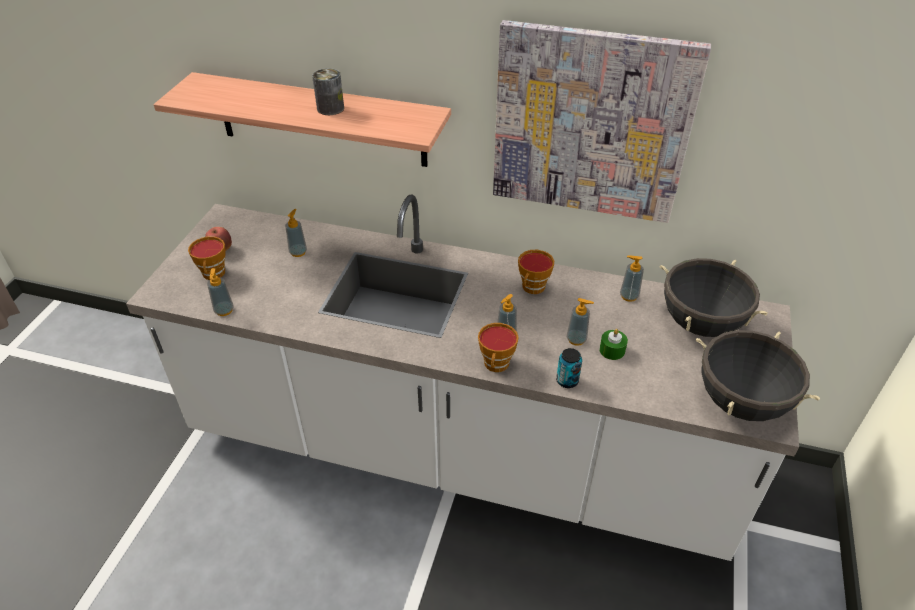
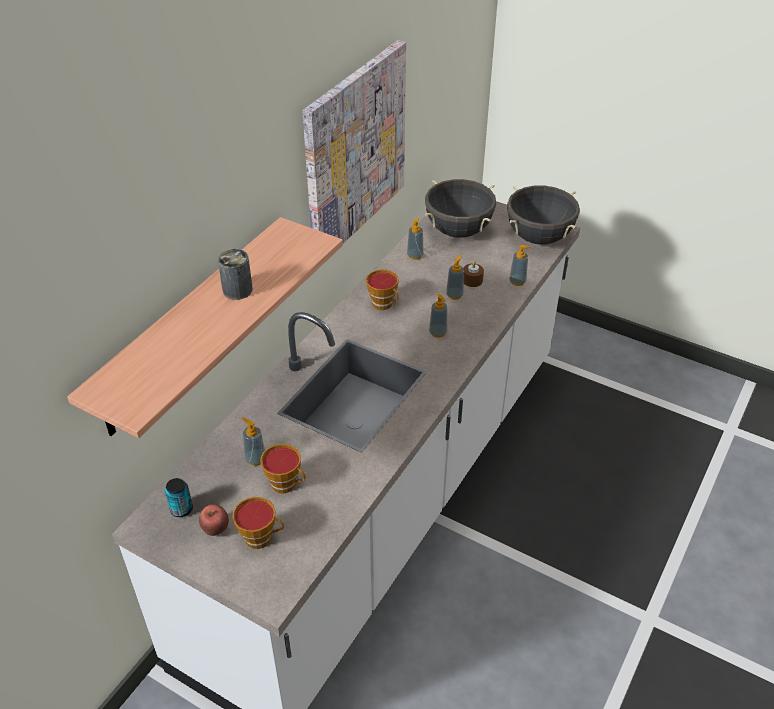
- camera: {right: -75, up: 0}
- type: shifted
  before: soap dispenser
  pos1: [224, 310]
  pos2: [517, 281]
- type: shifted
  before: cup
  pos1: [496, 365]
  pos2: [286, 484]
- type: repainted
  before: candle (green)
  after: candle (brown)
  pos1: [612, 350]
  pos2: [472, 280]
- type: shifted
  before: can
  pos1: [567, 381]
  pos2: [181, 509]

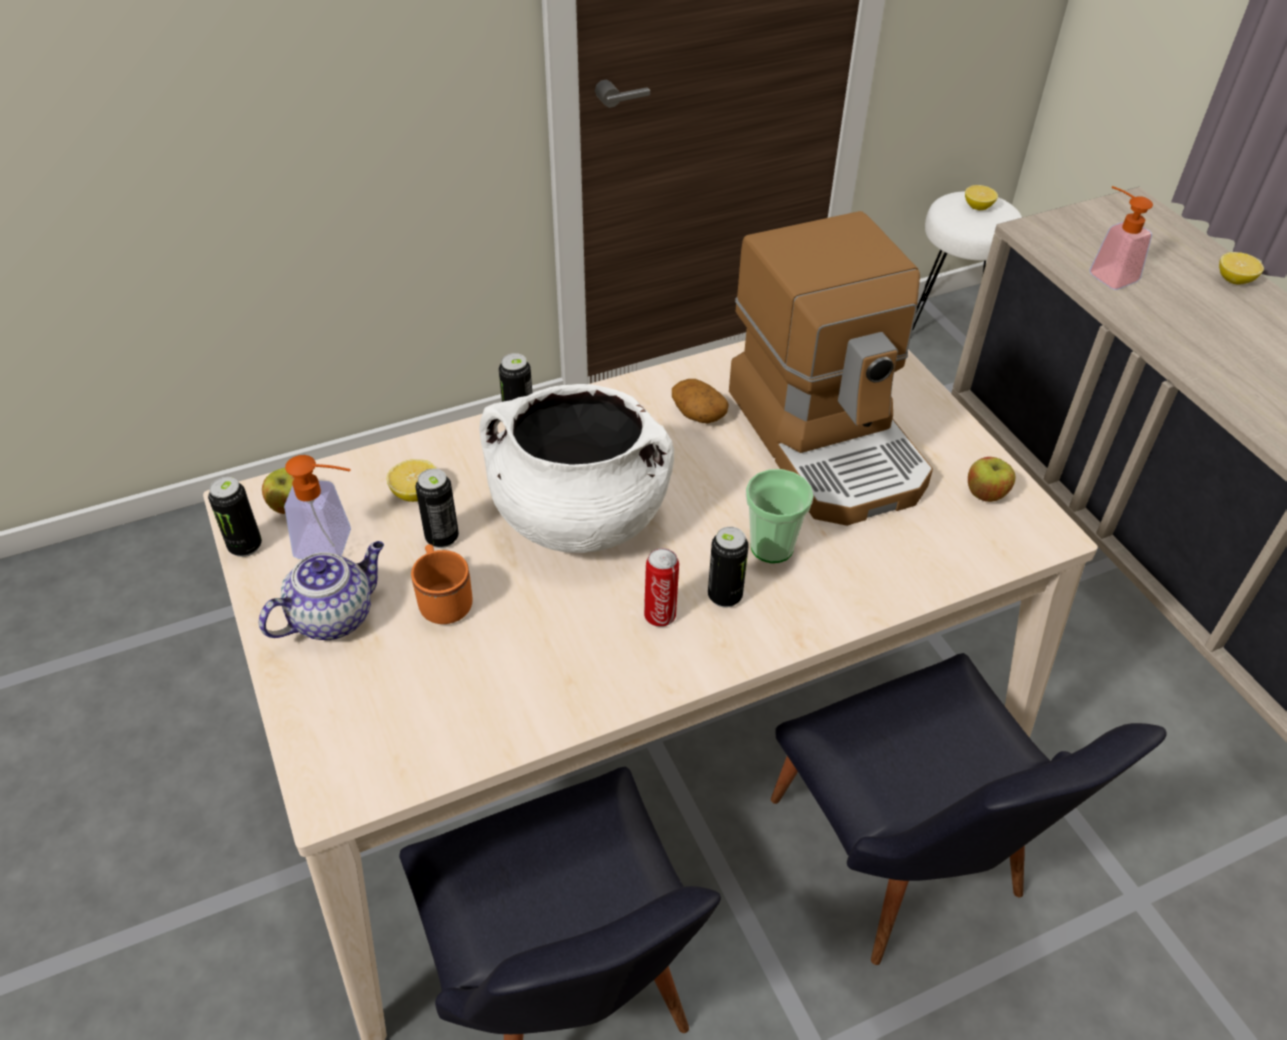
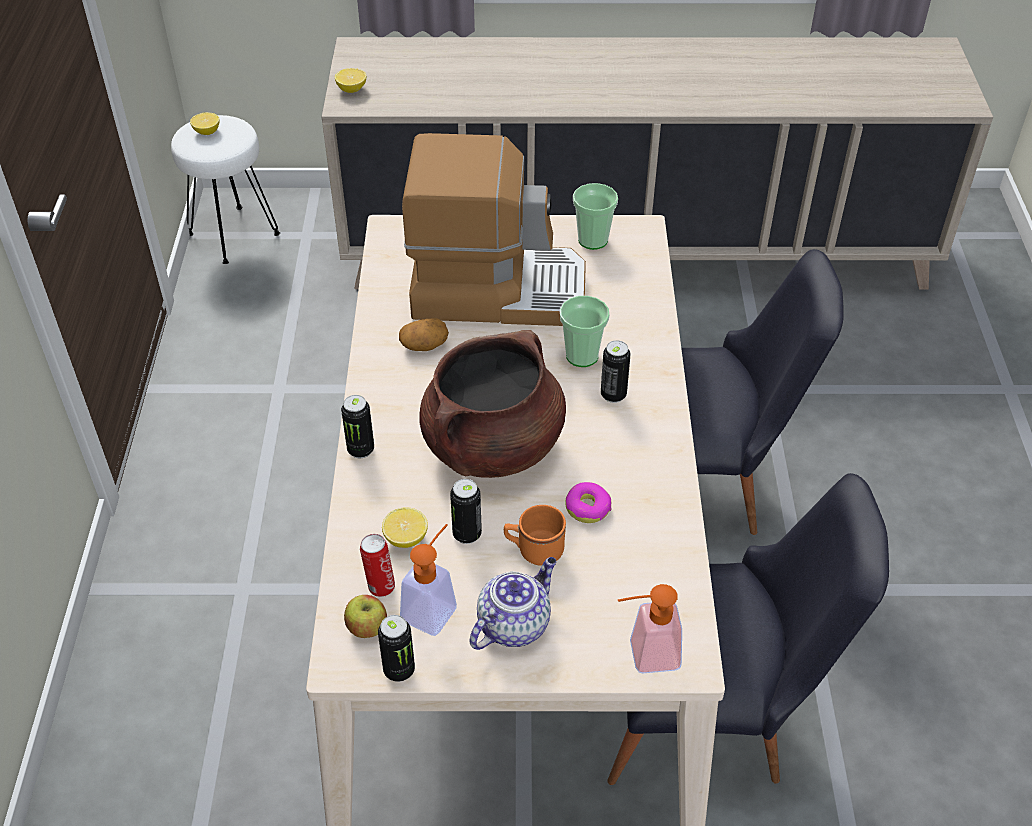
- camera: {right: -65, up: 0}
- type: shifted
  before: soap dispenser
  pos1: [1107, 273]
  pos2: [644, 655]
- type: shifted
  before: lemon
  pos1: [1234, 280]
  pos2: [351, 89]
- type: repainted
  before: cooking pot (white)
  after: cooking pot (brown)
  pos1: [579, 517]
  pos2: [492, 446]
- type: swapped
  before: apple
  after: cup
  pos1: [985, 494]
  pos2: [593, 240]
- type: rotated
  before: teapot
  pos1: [334, 616]
  pos2: [514, 623]
  turn: 60
- type: shifted
  before: can
  pos1: [660, 614]
  pos2: [380, 586]
- type: new
  after: donut
  pos2: [588, 508]

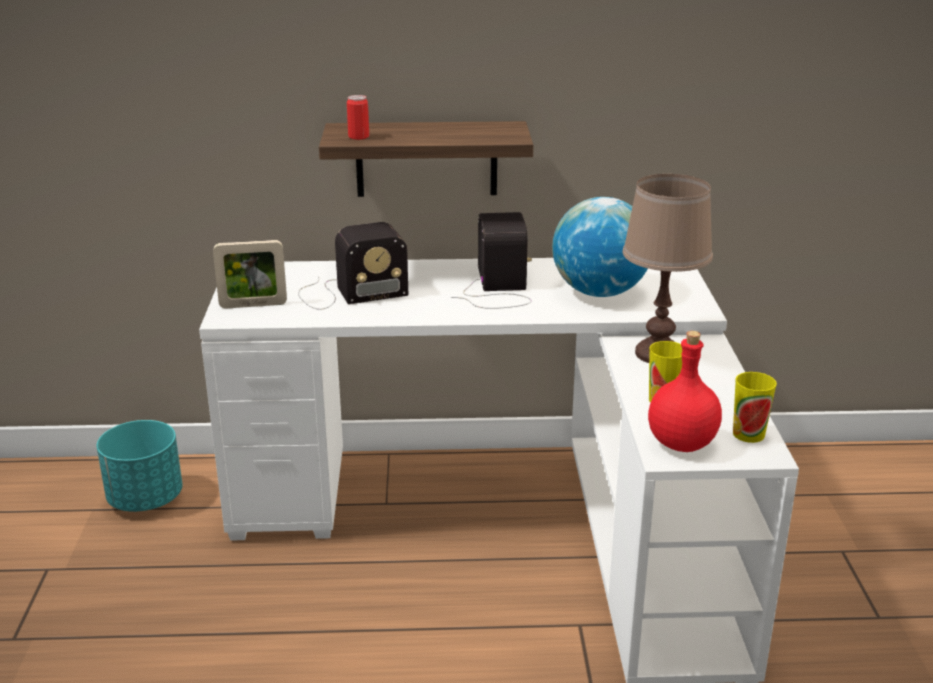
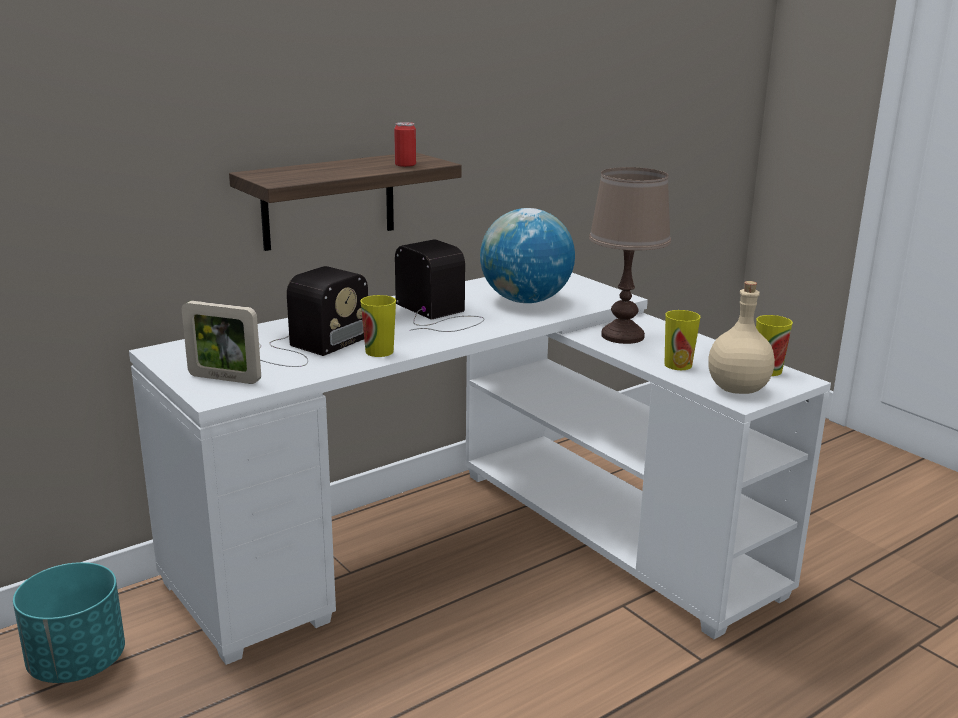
- camera: {right: -35, up: -5}
- type: shifted
  before: can
  pos1: [358, 137]
  pos2: [405, 164]
- type: rotated
  before: picture frame
  pos1: [253, 305]
  pos2: [224, 378]
  turn: 60
- type: repainted
  before: bottle (red)
  after: bottle (beige)
  pos1: [682, 443]
  pos2: [738, 389]
- type: new
  after: cup
  pos2: [379, 351]

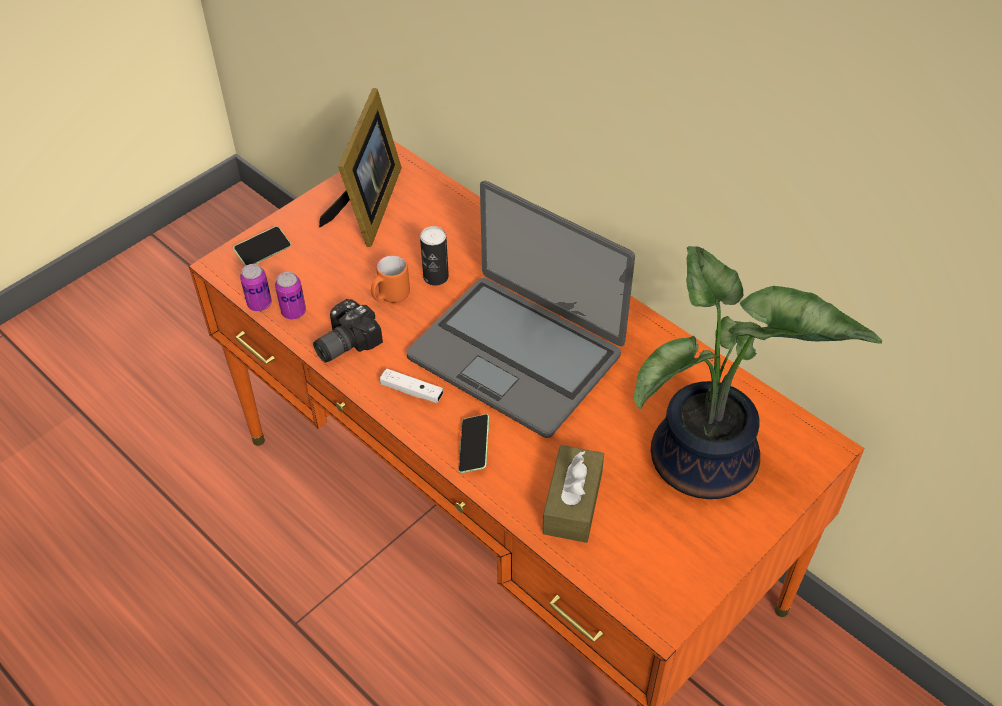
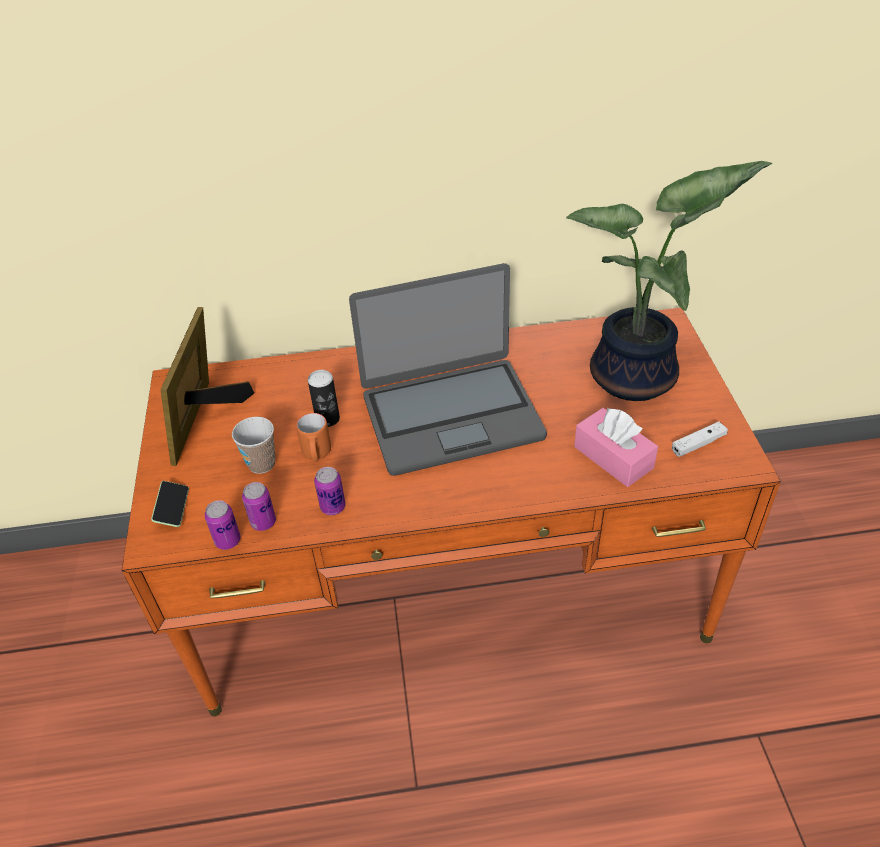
- camera: {right: -50, up: -5}
- type: rotated
  before: picture frame
  pos1: [368, 207]
  pos2: [207, 419]
  turn: -135
- type: swapped
  before: photo camera
  after: can
  pos1: [343, 343]
  pos2: [333, 507]
- type: shifted
  before: game controller (white)
  pos1: [412, 391]
  pos2: [698, 444]
- type: gone
  before: phone
  pos1: [474, 448]
- type: repainted
  before: tissue box (brown)
  after: tissue box (pink)
  pos1: [572, 503]
  pos2: [613, 457]
- type: new
  after: cup
  pos2: [261, 464]

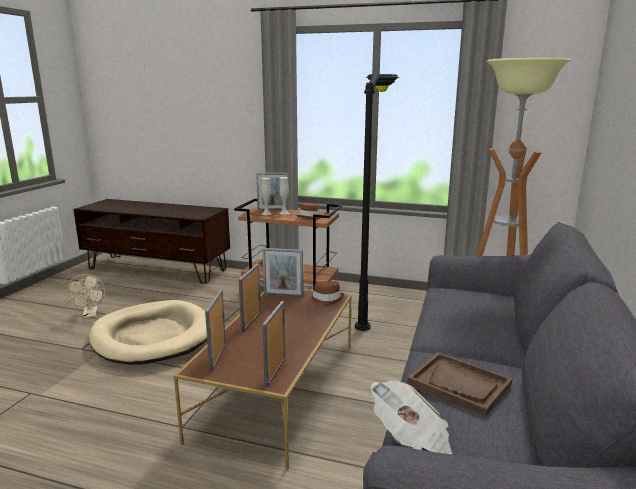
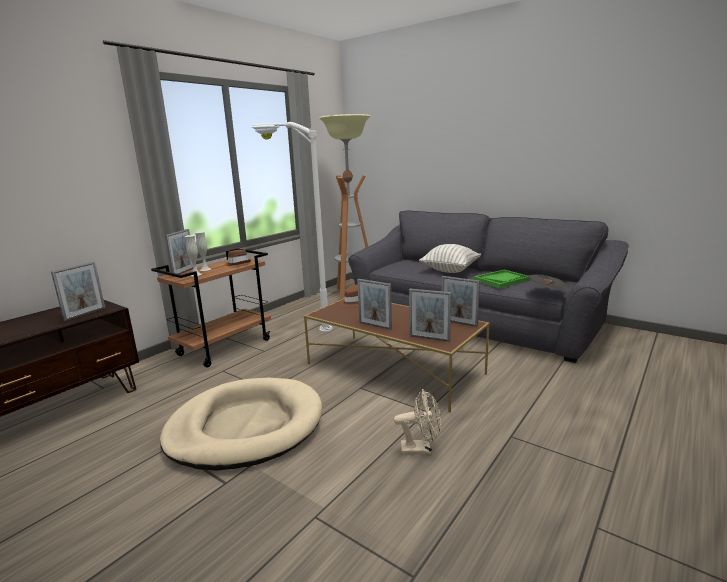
- camera: {right: -70, up: 0}
- type: repainted
  before: floor lamp (black)
  after: floor lamp (white)
  pos1: [371, 307]
  pos2: [295, 322]
- type: shifted
  before: picture frame
  pos1: [283, 295]
  pos2: [85, 314]
- type: shifted
  before: fan (beige)
  pos1: [90, 315]
  pos2: [421, 449]
- type: repainted
  before: tray (brown)
  after: tray (green)
  pos1: [459, 385]
  pos2: [502, 280]
- type: new
  after: pillow
  pos2: [450, 270]

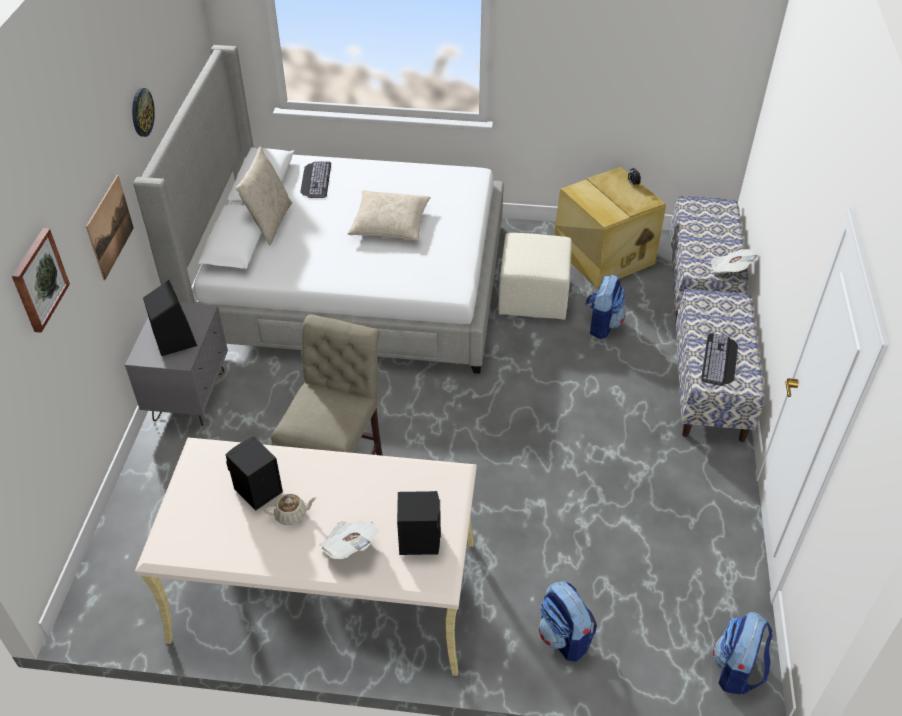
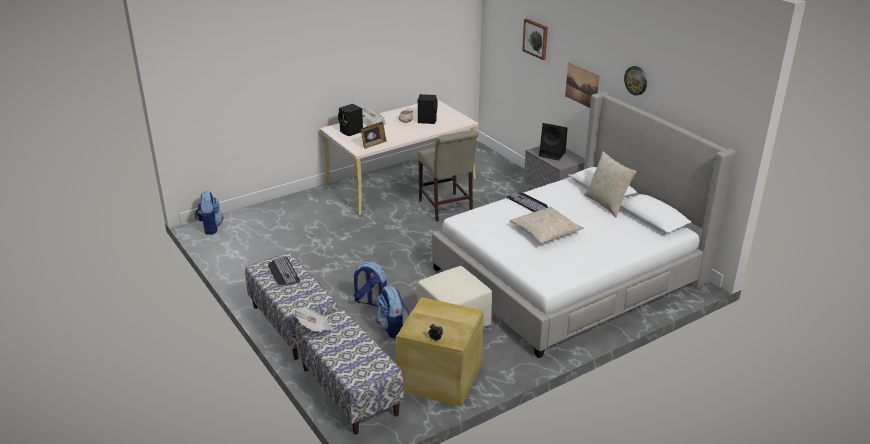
- camera: {right: 140, up: -15}
- type: shifted
  before: keyboard
  pos1: [315, 179]
  pos2: [529, 202]
- type: shifted
  before: backpack
  pos1: [564, 637]
  pos2: [370, 301]
- type: new
  after: picture frame
  pos2: [373, 144]

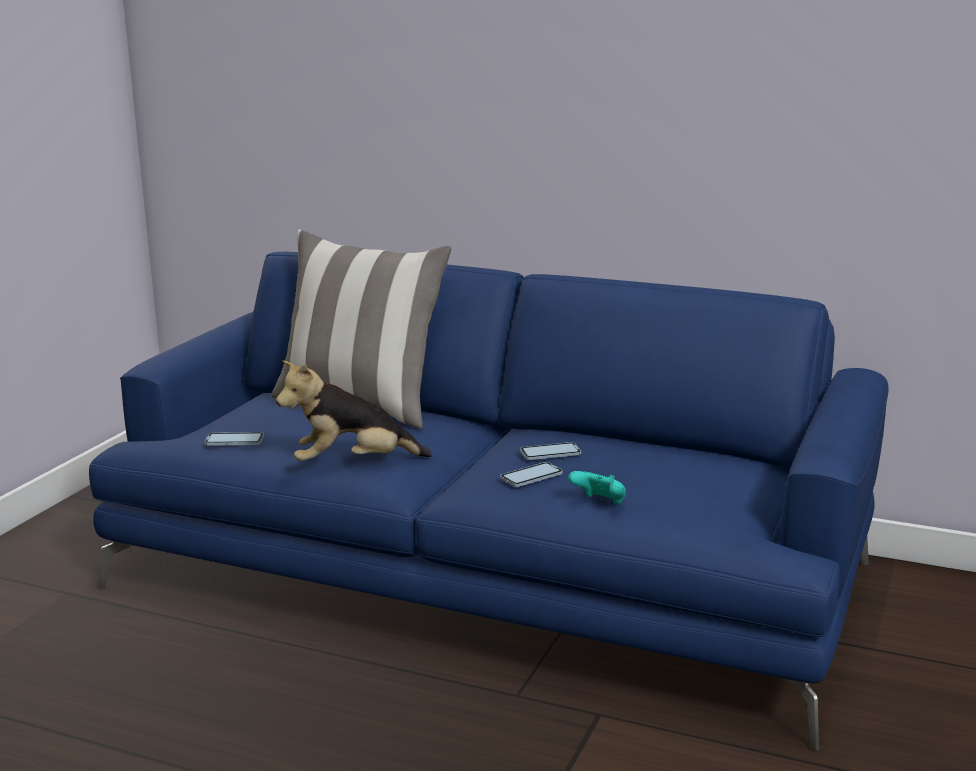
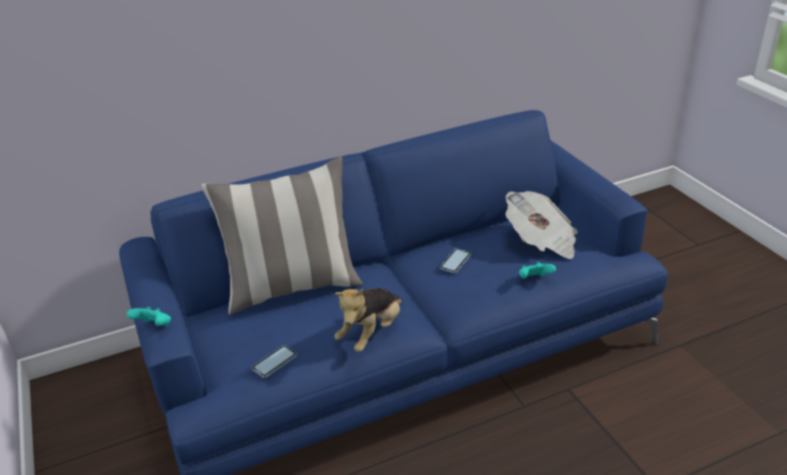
- camera: {right: -45, up: 15}
- type: gone
  before: phone
  pos1: [531, 477]
- type: new
  after: newspaper
  pos2: [541, 241]
- type: new
  after: game controller (turquoise)
  pos2: [154, 327]

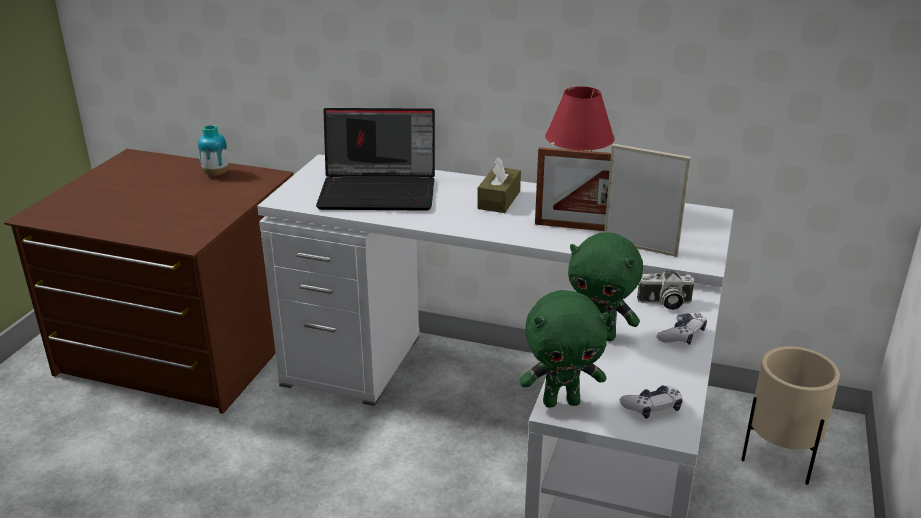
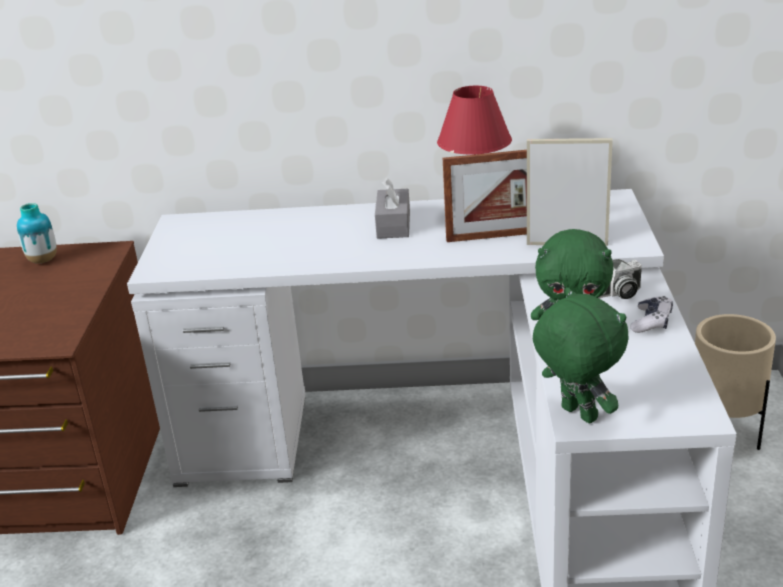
- camera: {right: -15, up: 0}
- type: gone
  before: laptop
  pos1: [380, 191]
- type: repainted
  before: tissue box (brown)
  after: tissue box (grey)
  pos1: [499, 200]
  pos2: [393, 225]
- type: rotated
  before: plush toy (green)
  pos1: [561, 401]
  pos2: [576, 415]
  turn: -105
- type: gone
  before: game controller
  pos1: [652, 408]

